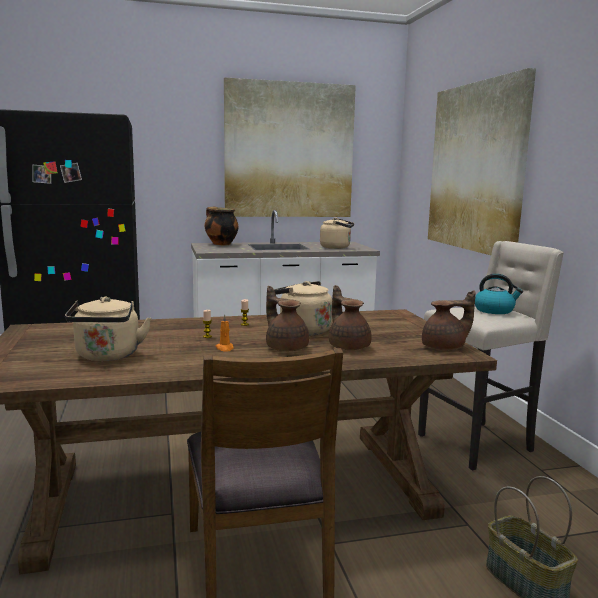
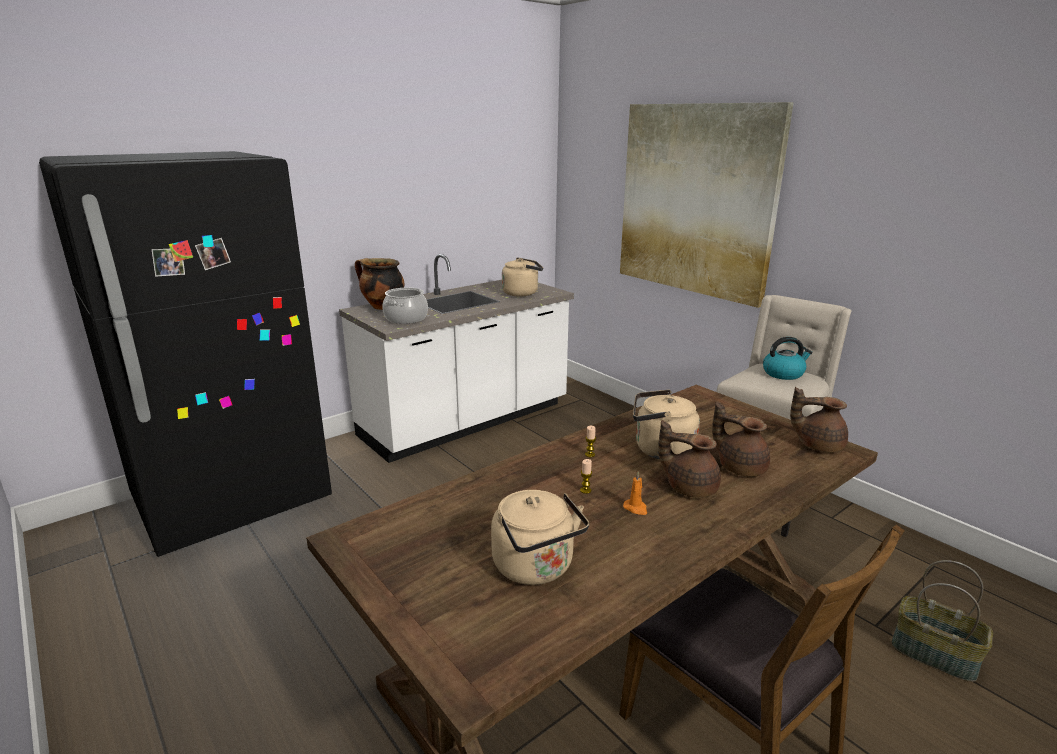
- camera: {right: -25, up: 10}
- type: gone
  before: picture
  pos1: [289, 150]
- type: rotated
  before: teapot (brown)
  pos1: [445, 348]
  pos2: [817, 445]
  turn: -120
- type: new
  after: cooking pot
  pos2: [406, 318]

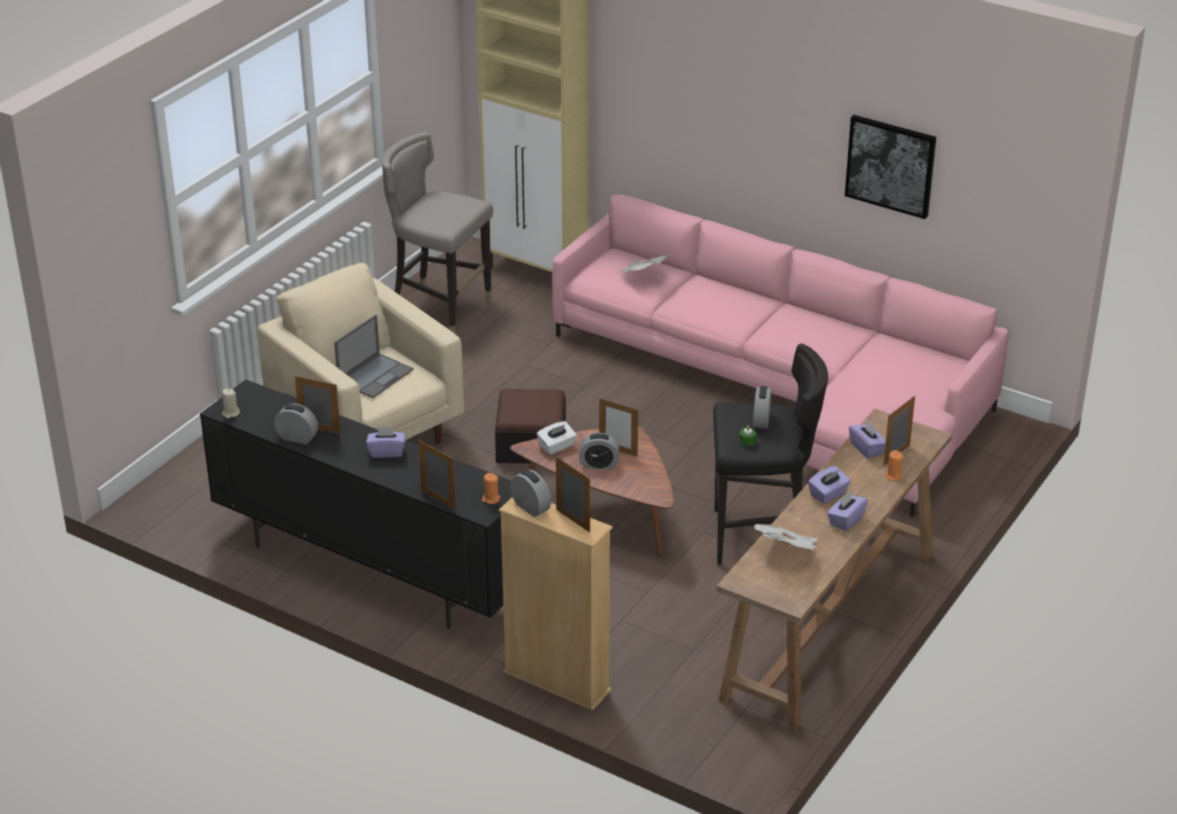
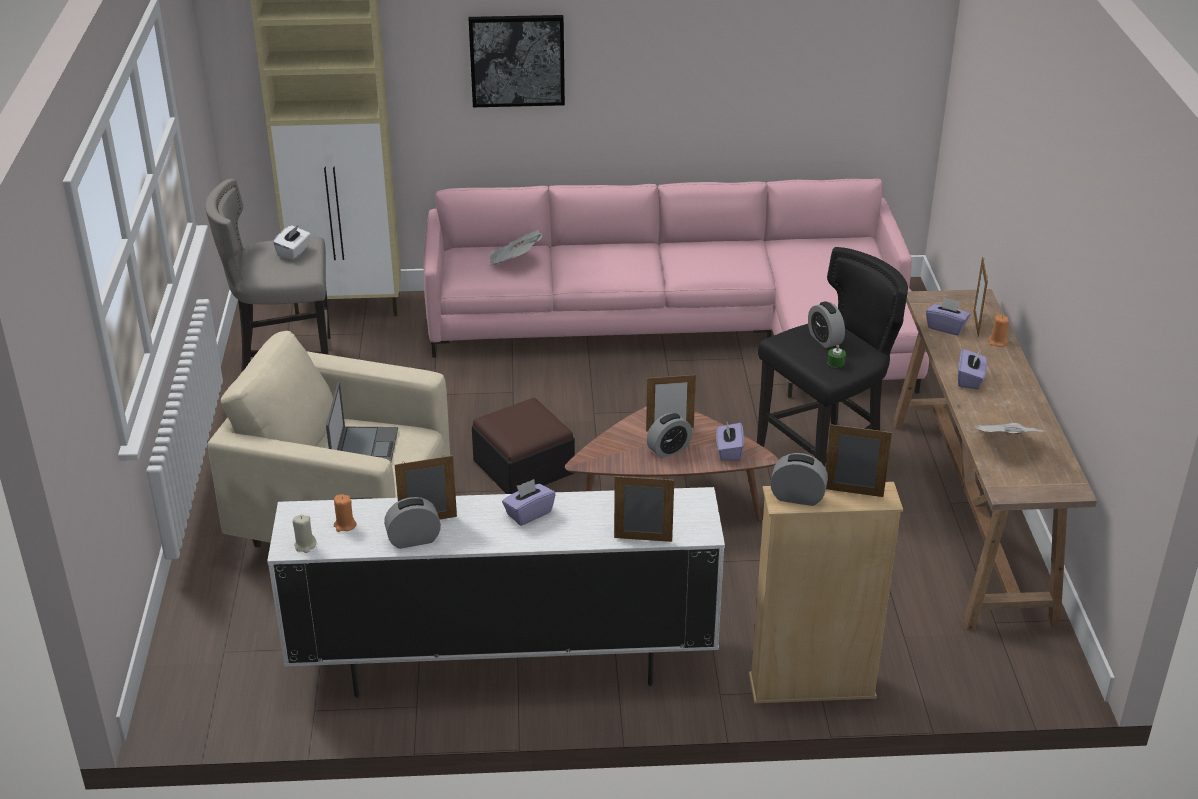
- camera: {right: -35, up: 0}
- type: shifted
  before: picture
  pos1: [890, 165]
  pos2: [517, 60]
- type: repainted
  before: tv stand (black)
  after: tv stand (white)
  pos1: [368, 569]
  pos2: [501, 663]
- type: shifted
  before: tissue box (white)
  pos1: [556, 447]
  pos2: [294, 252]
- type: shifted
  before: candle (orange)
  pos1: [491, 499]
  pos2: [345, 525]
- type: shifted
  before: tissue box (purple)
  pos1: [845, 520]
  pos2: [729, 451]

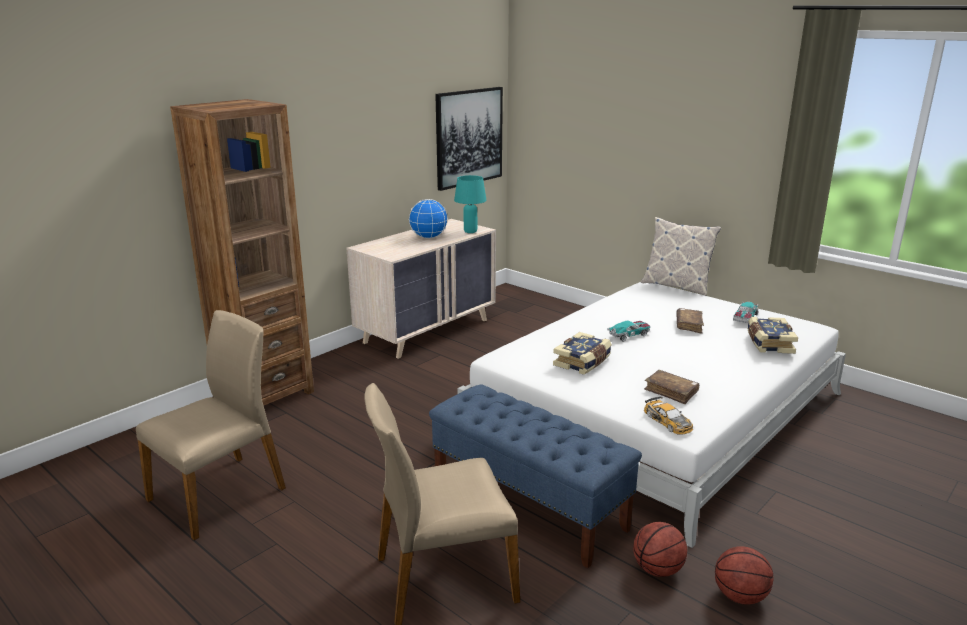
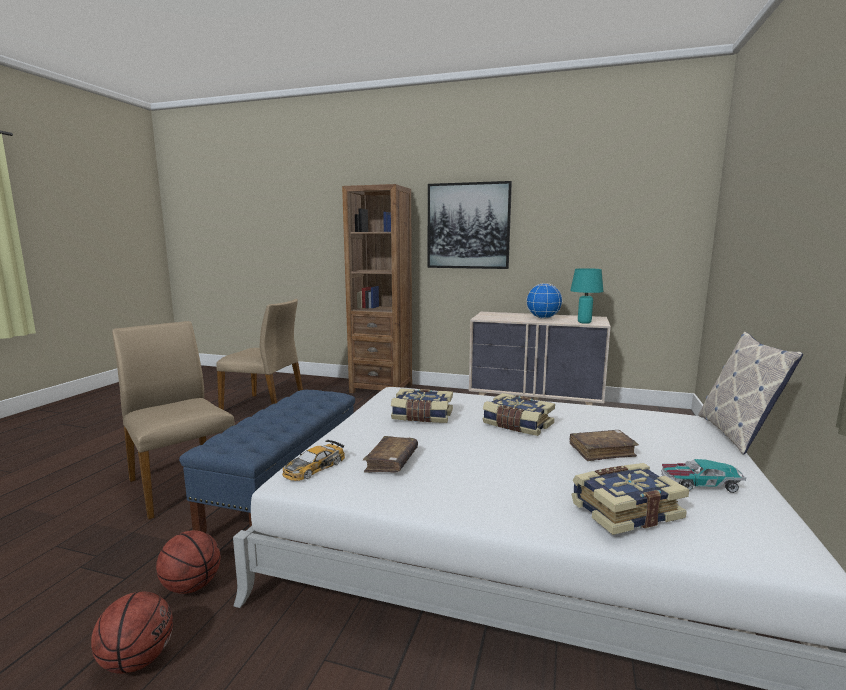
- camera: {right: 65, up: -10}
- type: shifted
  before: picture
  pos1: [469, 137]
  pos2: [468, 226]
- type: swapped
  before: toy car
  after: book
  pos1: [629, 335]
  pos2: [517, 425]

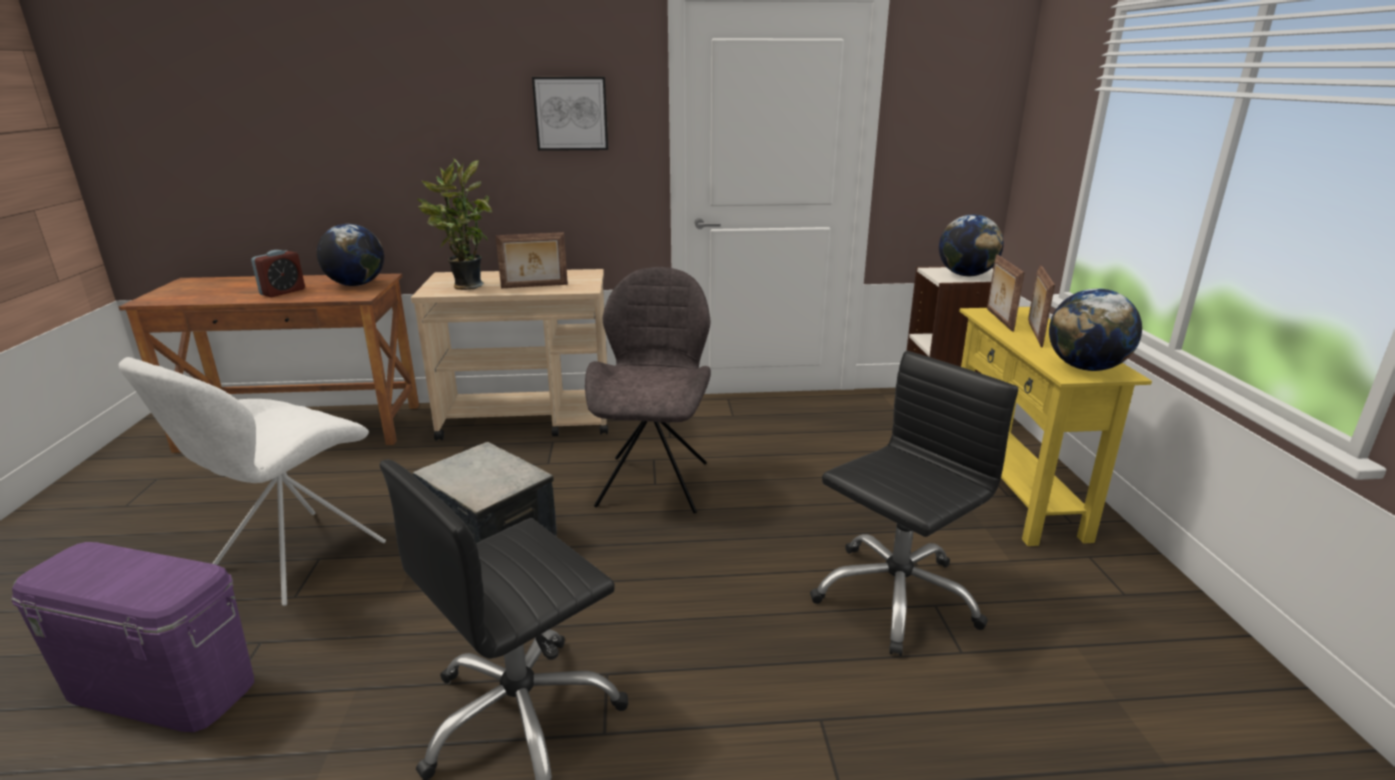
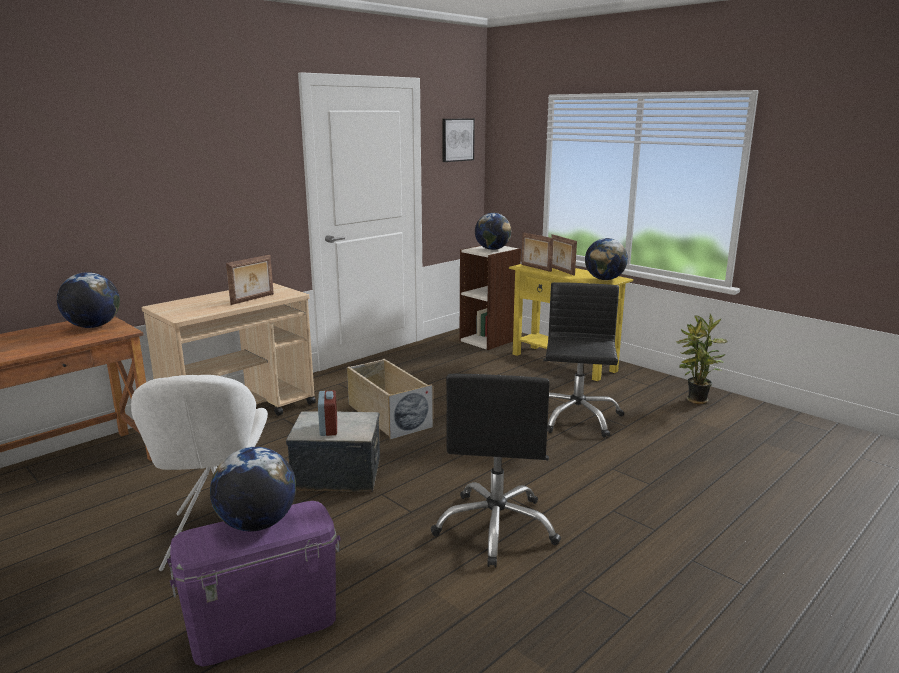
- camera: {right: -40, up: -5}
- type: shifted
  before: picture
  pos1: [571, 113]
  pos2: [457, 140]
- type: shifted
  before: potted plant
  pos1: [464, 286]
  pos2: [695, 401]
- type: shifted
  before: alarm clock
  pos1: [283, 292]
  pos2: [328, 428]
- type: swapped
  before: chair (grey)
  after: storage box (beige)
  pos1: [654, 481]
  pos2: [387, 415]
- type: new
  after: globe
  pos2: [257, 524]

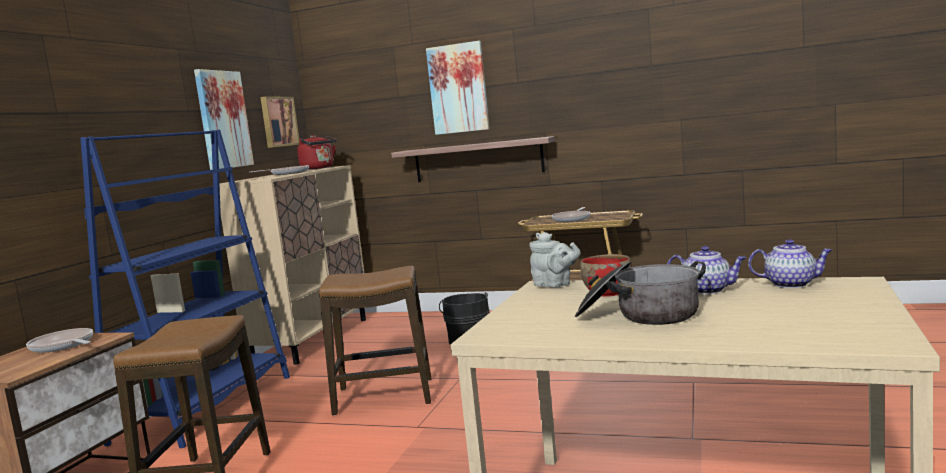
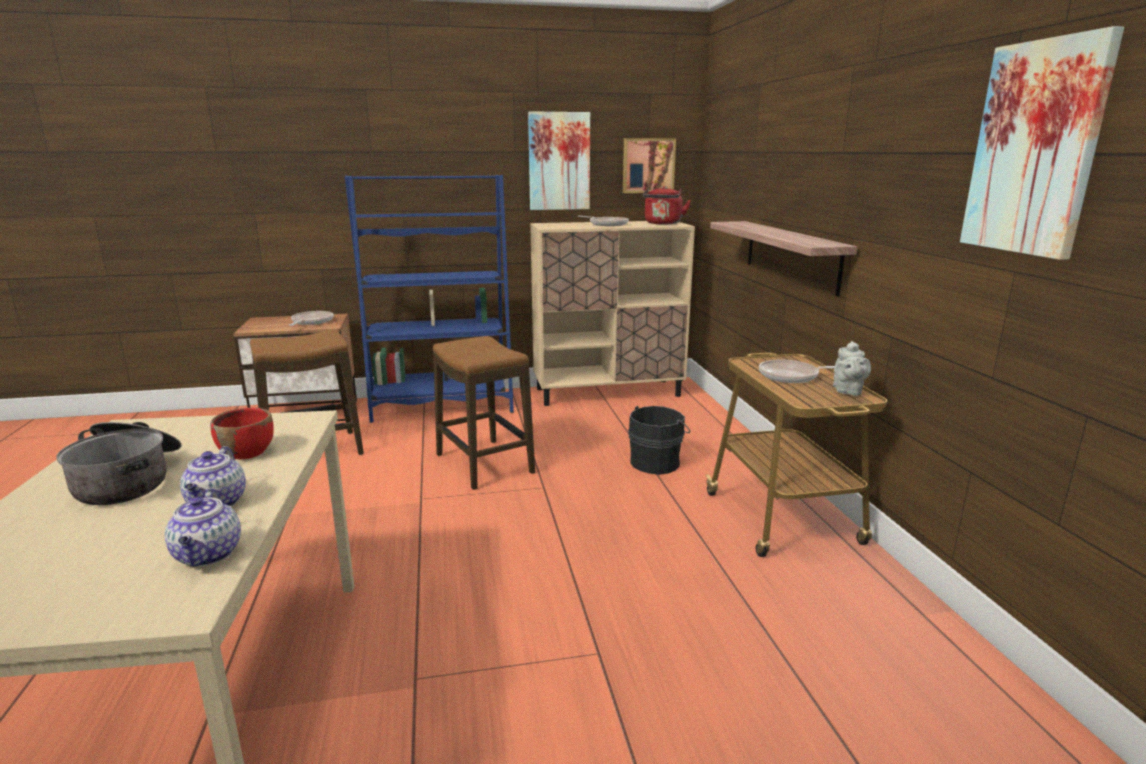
- camera: {right: 60, up: 10}
- type: shifted
  before: picture
  pos1: [458, 88]
  pos2: [1036, 149]
- type: shifted
  before: teapot (grey)
  pos1: [555, 285]
  pos2: [847, 391]

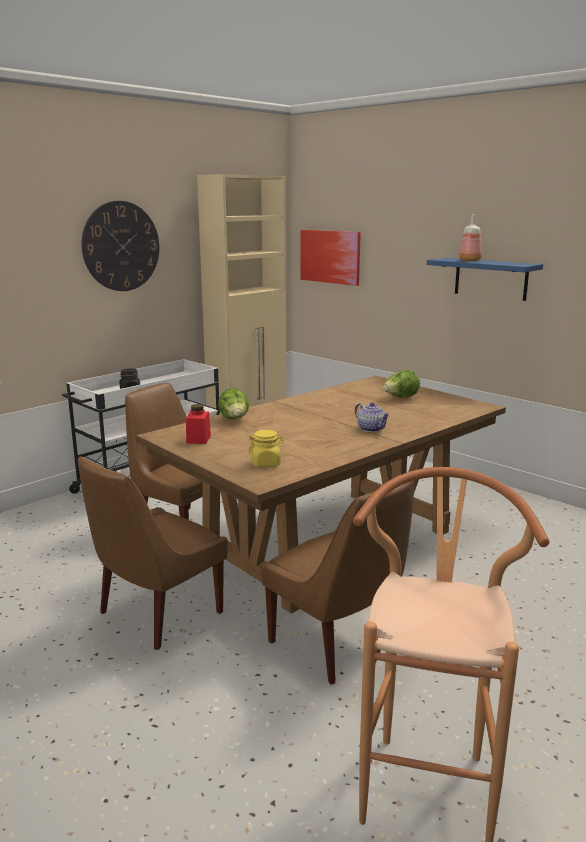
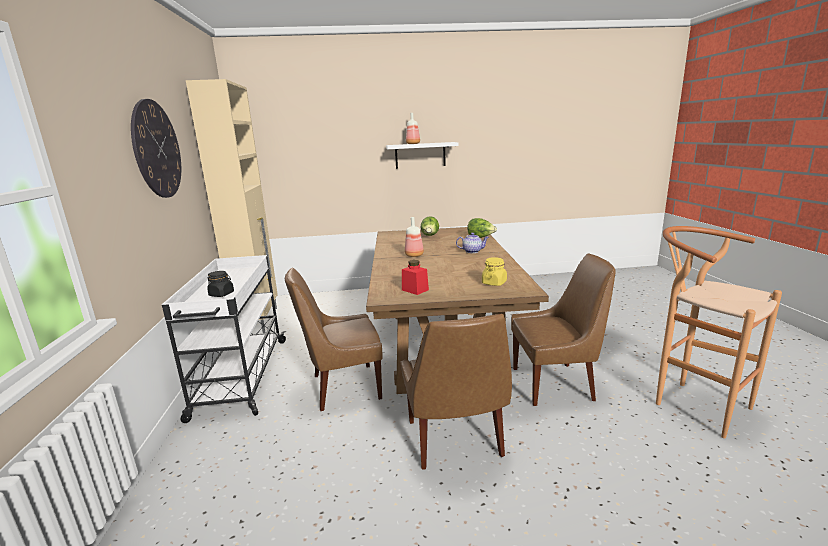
- camera: {right: -50, up: 0}
- type: gone
  before: picture
  pos1: [330, 256]
- type: repainted
  before: shelf (blue)
  after: shelf (white)
  pos1: [490, 279]
  pos2: [420, 155]
- type: shifted
  before: lettuce
  pos1: [234, 420]
  pos2: [480, 238]
- type: new
  after: bottle
  pos2: [414, 255]

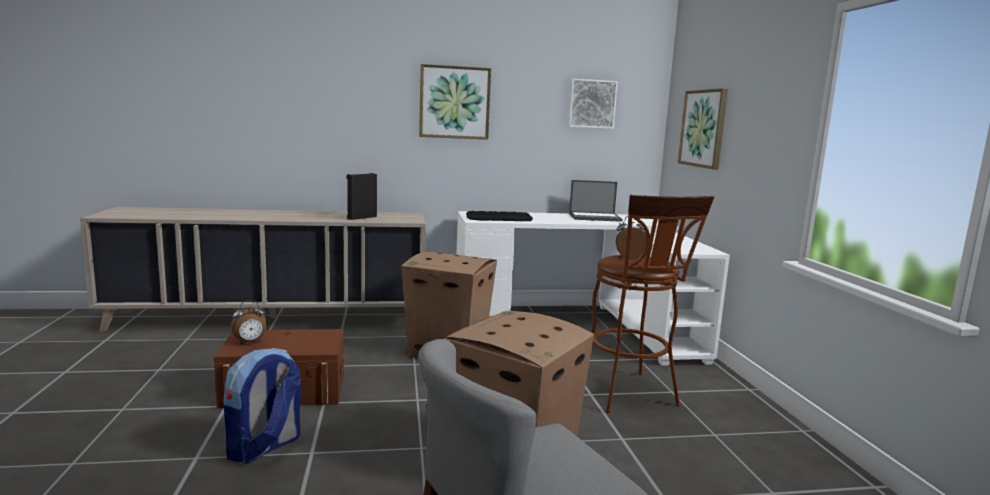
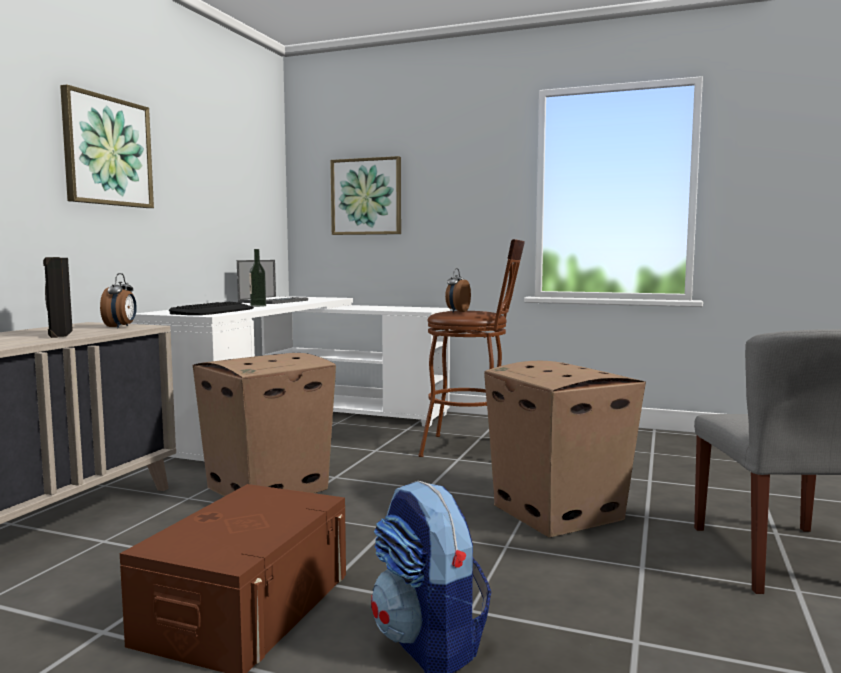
- camera: {right: -60, up: -5}
- type: gone
  before: picture
  pos1: [591, 104]
- type: shifted
  before: alarm clock
  pos1: [250, 343]
  pos2: [121, 327]
- type: new
  after: bottle
  pos2: [258, 306]

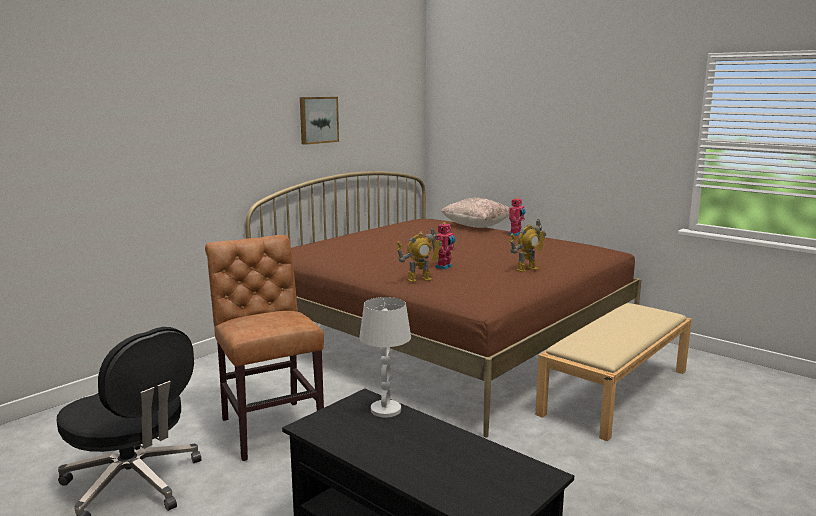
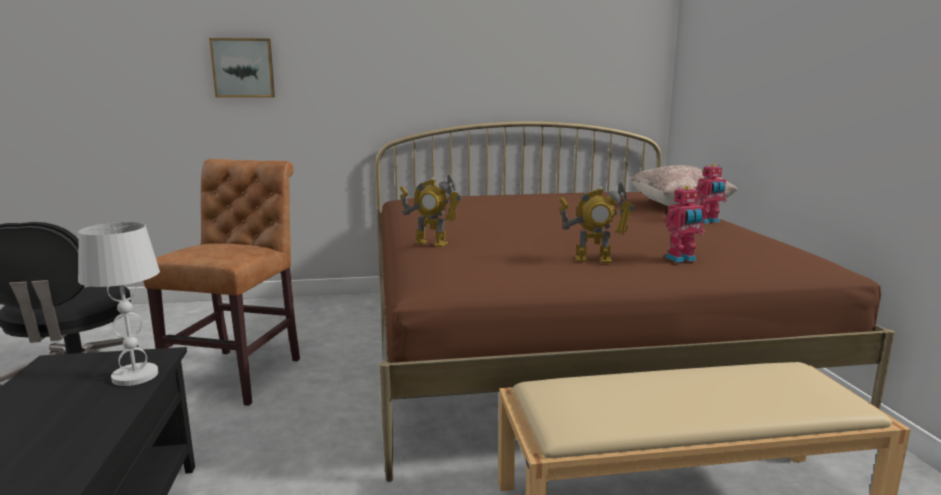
- camera: {right: 40, up: 0}
- type: shifted
  before: picture
  pos1: [318, 120]
  pos2: [243, 68]
- type: shifted
  before: toy robot
  pos1: [445, 267]
  pos2: [681, 259]

